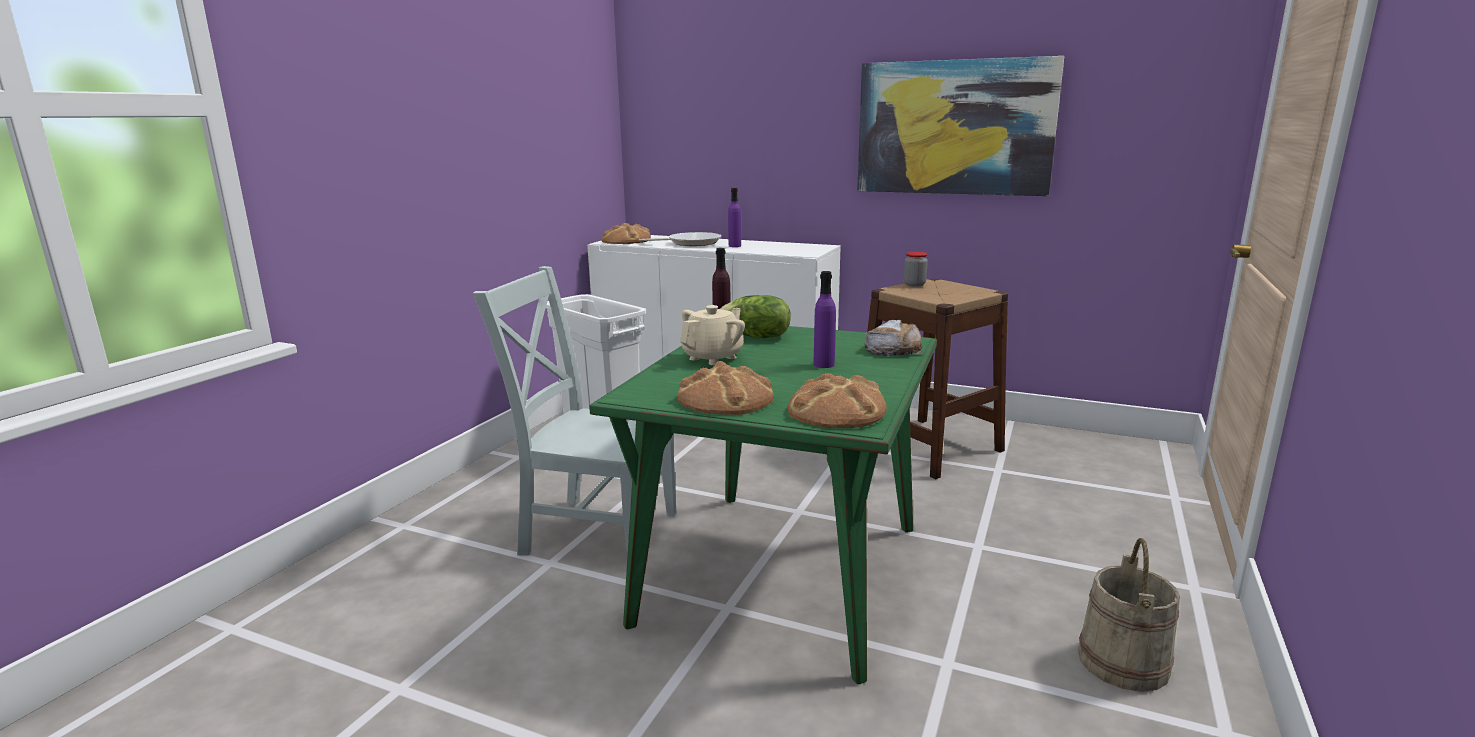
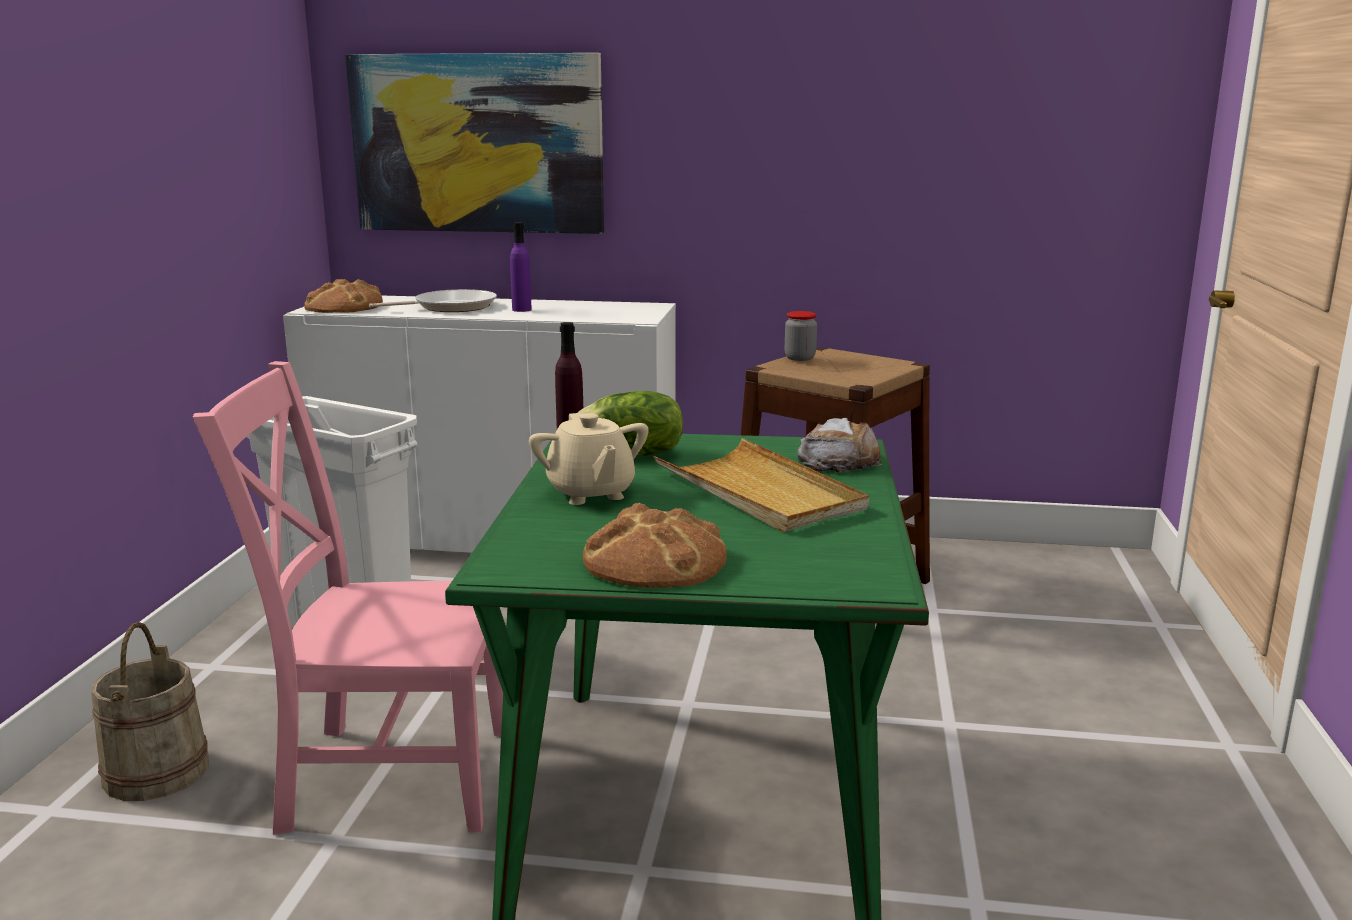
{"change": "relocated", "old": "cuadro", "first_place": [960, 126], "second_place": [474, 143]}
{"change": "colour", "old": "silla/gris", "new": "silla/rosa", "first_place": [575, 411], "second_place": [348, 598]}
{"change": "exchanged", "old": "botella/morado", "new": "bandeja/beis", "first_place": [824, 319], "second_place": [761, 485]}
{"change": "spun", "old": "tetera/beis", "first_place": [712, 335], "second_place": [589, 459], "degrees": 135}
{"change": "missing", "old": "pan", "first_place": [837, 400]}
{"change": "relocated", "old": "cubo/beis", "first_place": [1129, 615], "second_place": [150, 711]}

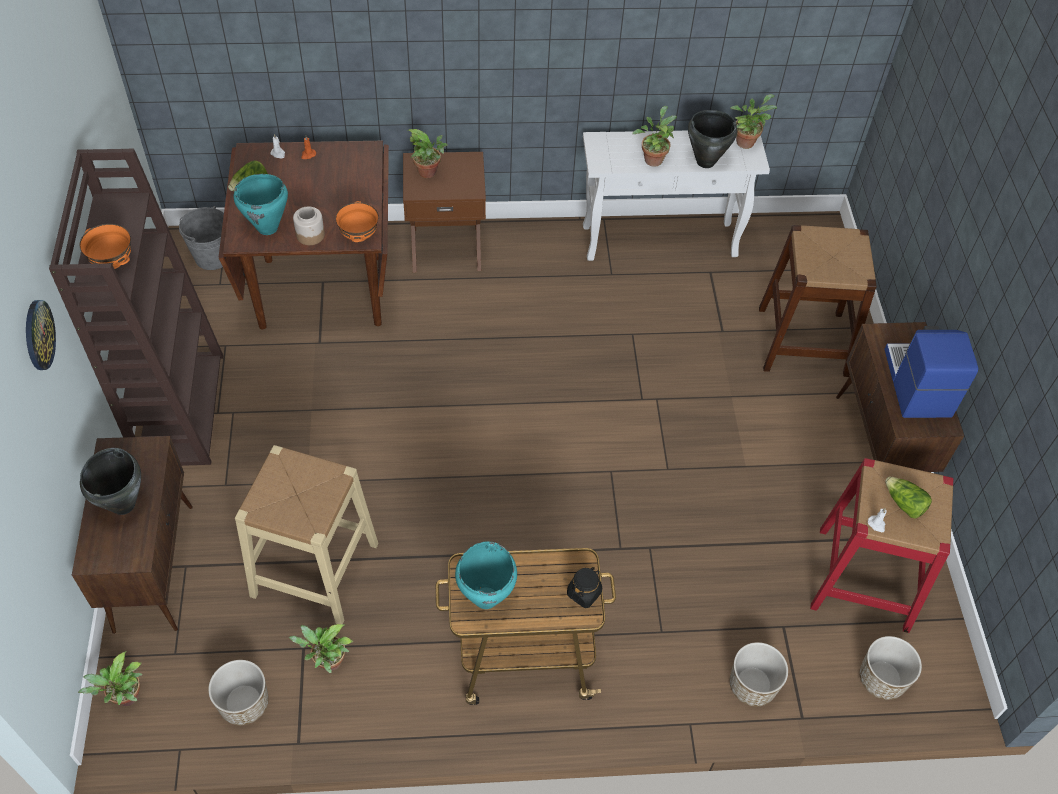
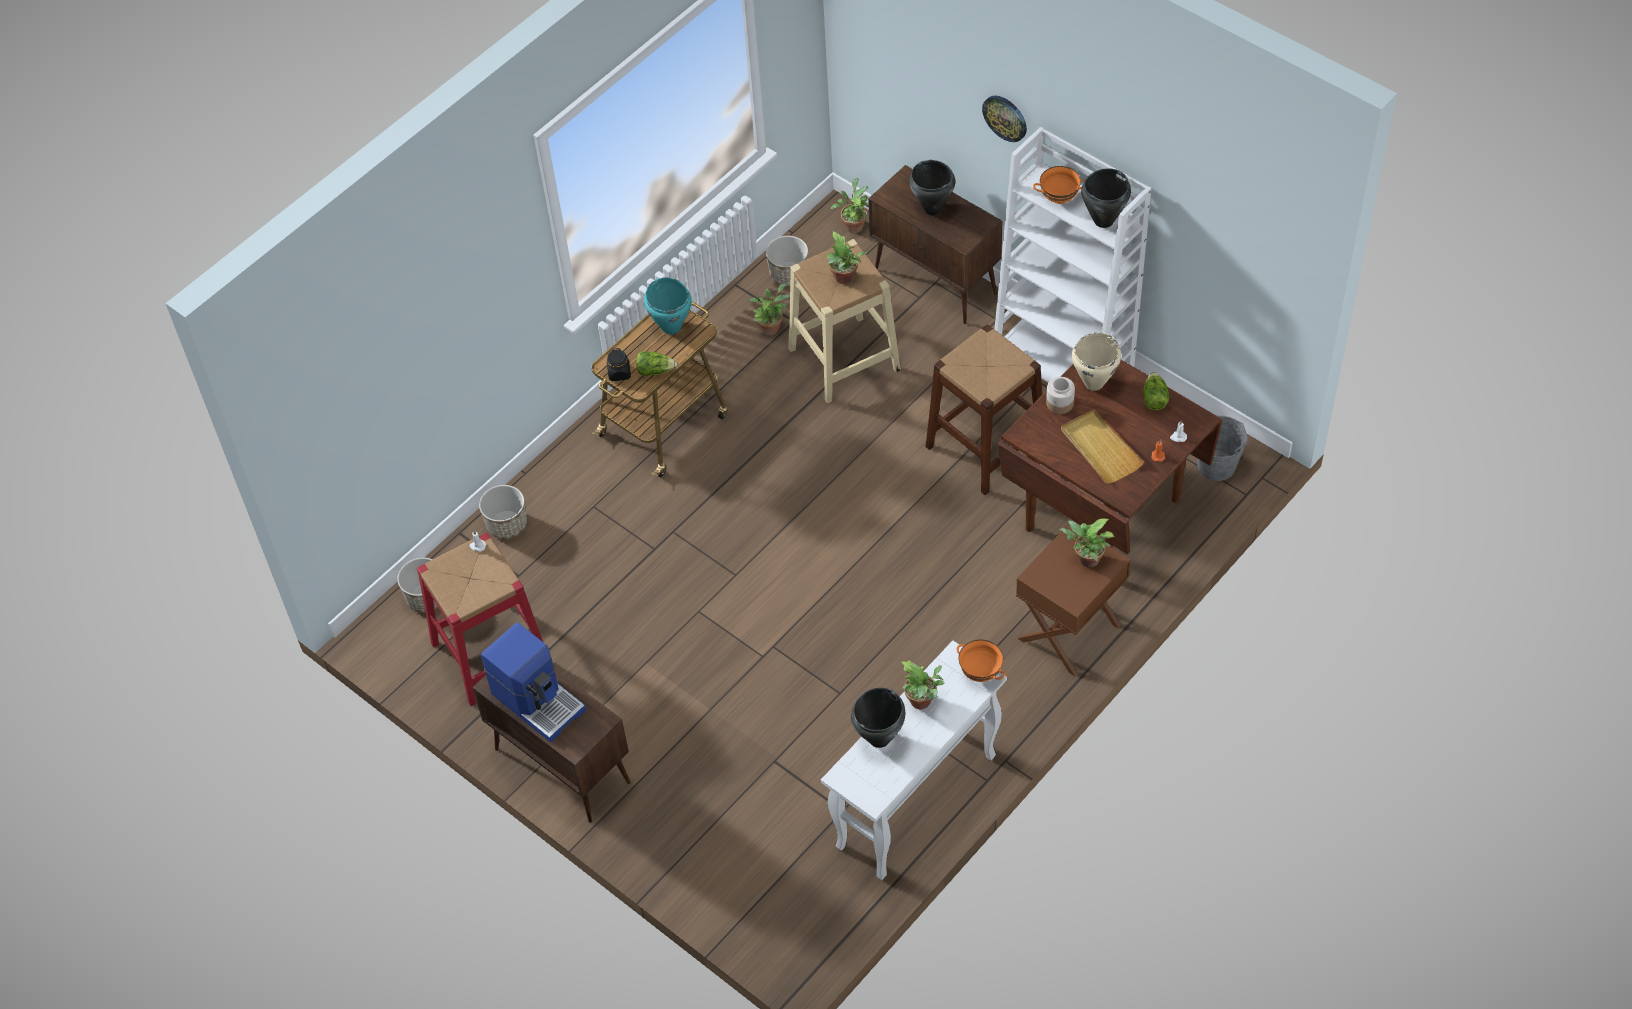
{"change": "relocated", "old": "planta en maceta", "first_place": [753, 121], "second_place": [847, 257]}
{"change": "colour", "old": "estantería/marrón", "new": "estantería/blanco", "first_place": [136, 307], "second_place": [1073, 255]}
{"change": "colour", "old": "olla/turquesa", "new": "olla/beis", "first_place": [260, 204], "second_place": [1096, 362]}
{"change": "relocated", "old": "cuenco/naranja", "first_place": [357, 221], "second_place": [980, 661]}
{"change": "relocated", "old": "taburete/marrón", "first_place": [818, 301], "second_place": [984, 409]}
{"change": "relocated", "old": "lechuga", "first_place": [908, 497], "second_place": [656, 363]}
{"change": "appeared", "new": "olla/negro", "second_place": [1106, 198]}
{"change": "appeared", "new": "bandeja/beis", "second_place": [1102, 446]}

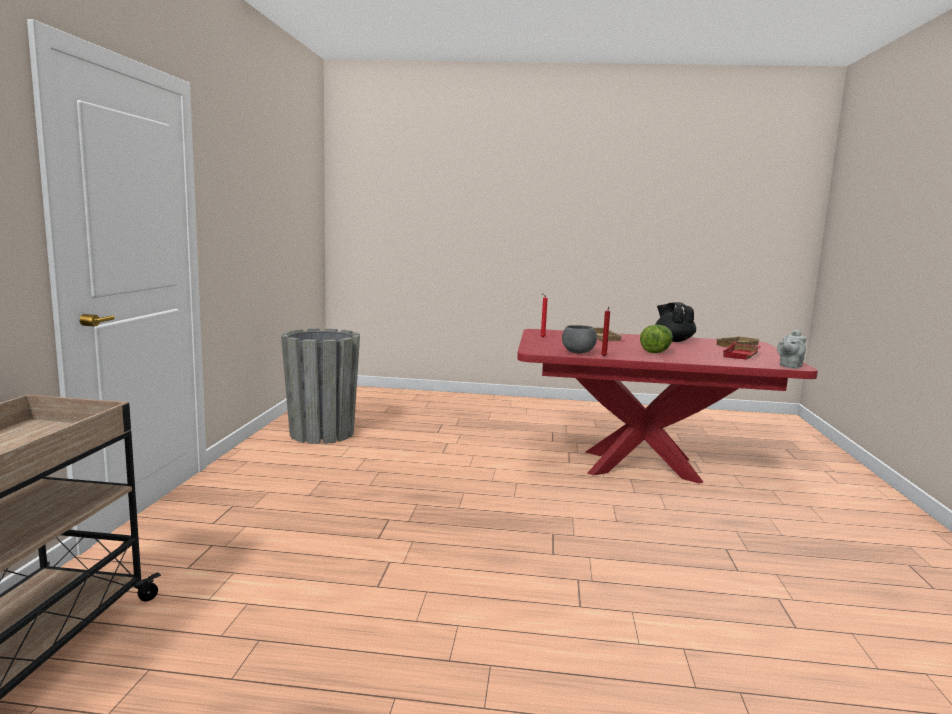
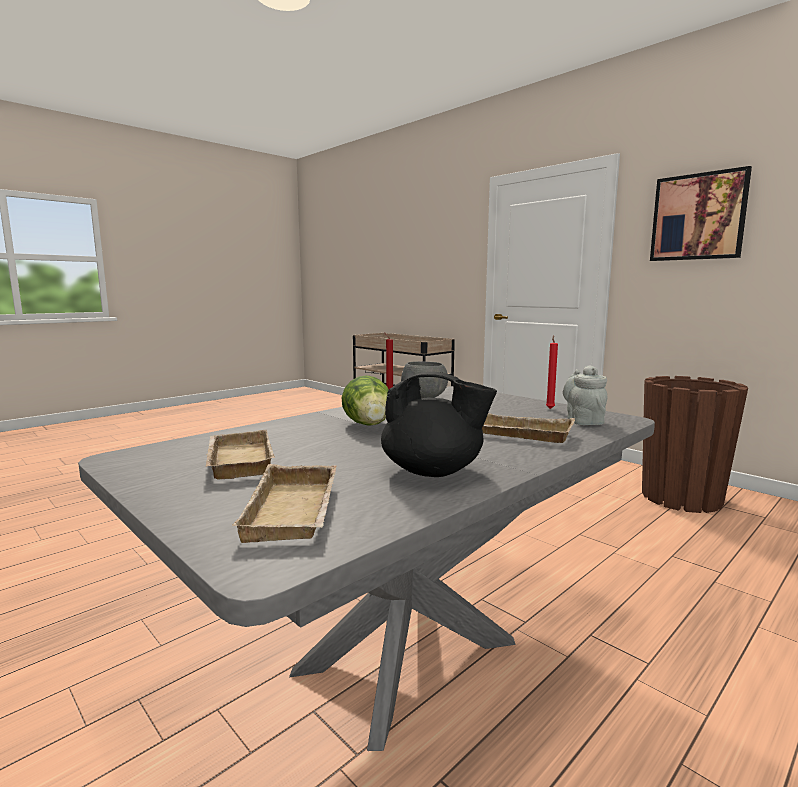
{"change": "colour", "old": "maceta/gris", "new": "maceta/marrón", "first_place": [320, 386], "second_place": [695, 444]}
{"change": "colour", "old": "mesa de comedor/rojo", "new": "mesa de comedor/gris", "first_place": [667, 406], "second_place": [366, 568]}
{"change": "relocated", "old": "tetera/gris", "first_place": [792, 349], "second_place": [585, 395]}
{"change": "colour", "old": "bandeja/rojo", "new": "bandeja/beis", "first_place": [742, 351], "second_place": [240, 454]}
{"change": "appeared", "new": "cuadro", "second_place": [701, 213]}

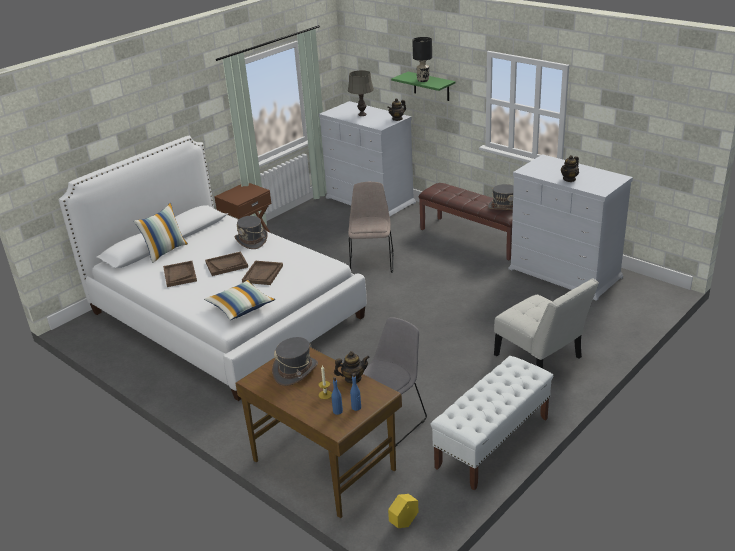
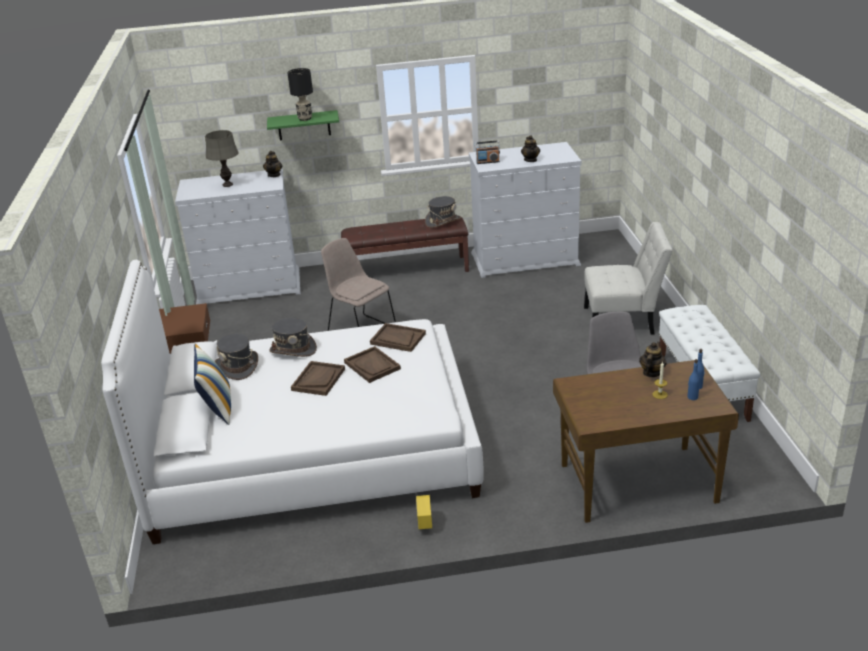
{"change": "relocated", "old": "bandeja/marrón", "first_place": [180, 274], "second_place": [398, 337]}
{"change": "missing", "old": "cojín", "first_place": [239, 300]}
{"change": "relocated", "old": "sombrero/gris", "first_place": [295, 361], "second_place": [236, 357]}
{"change": "relocated", "old": "maceta/amarillo", "first_place": [403, 511], "second_place": [424, 512]}
{"change": "appeared", "new": "radio", "second_place": [487, 152]}

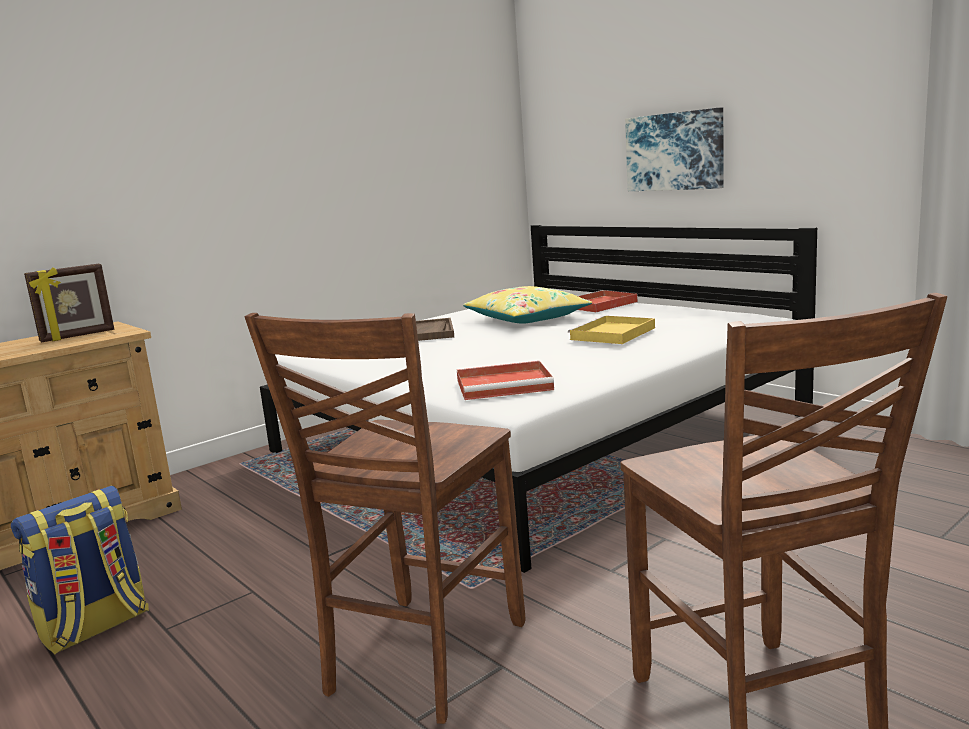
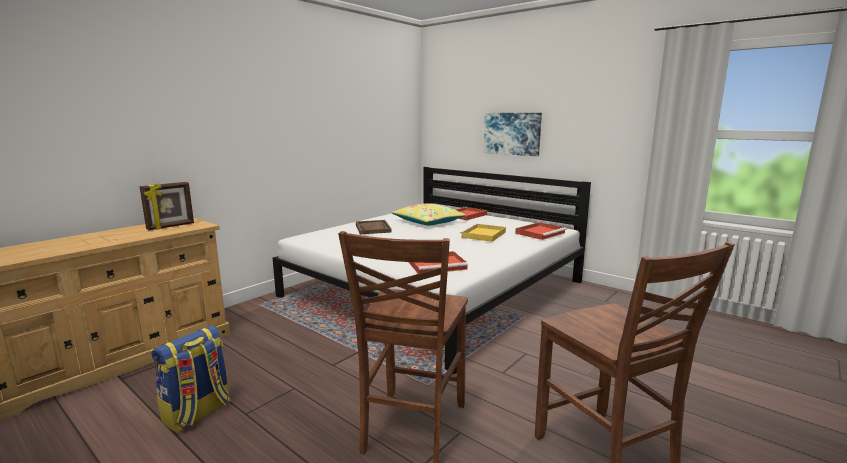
{"change": "appeared", "new": "bandeja/rojo", "second_place": [540, 231]}

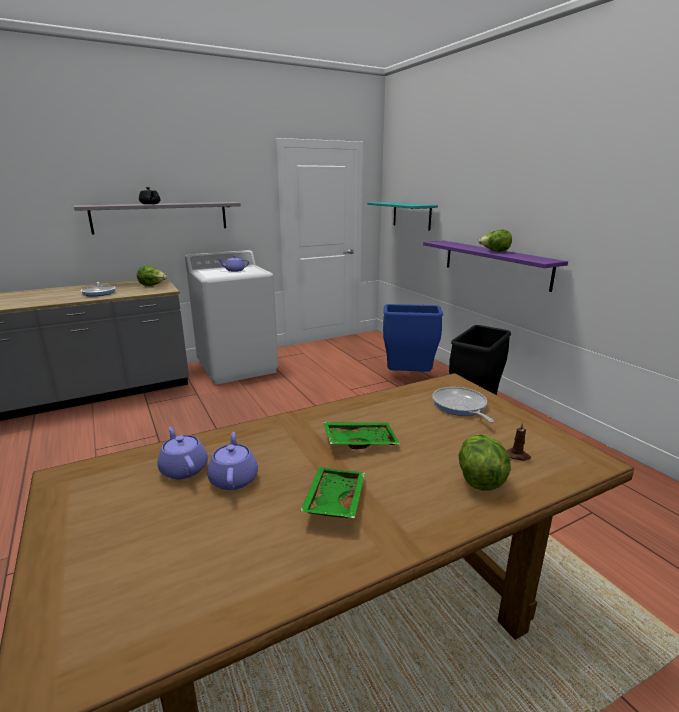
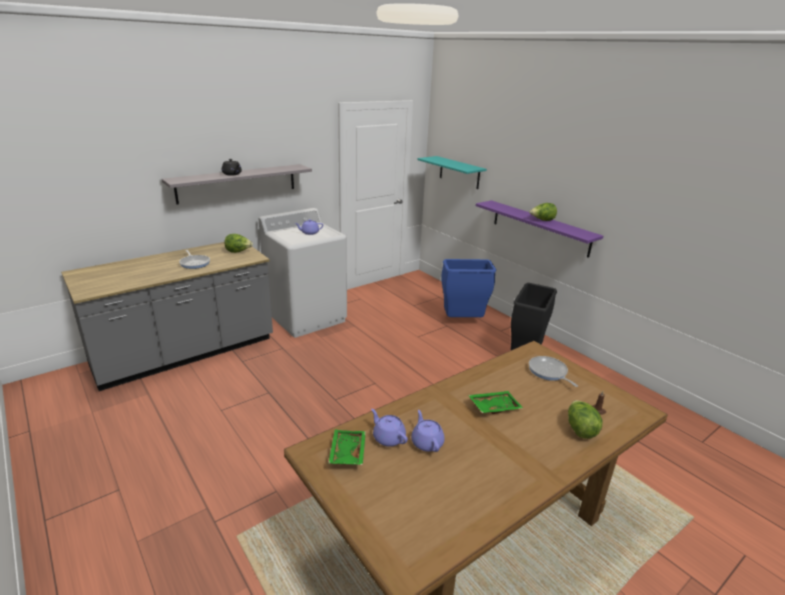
{"change": "relocated", "old": "bandeja/verde", "first_place": [332, 492], "second_place": [347, 447]}

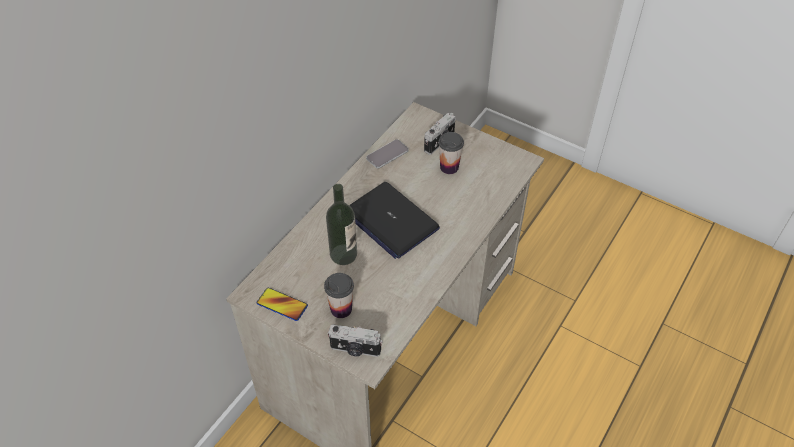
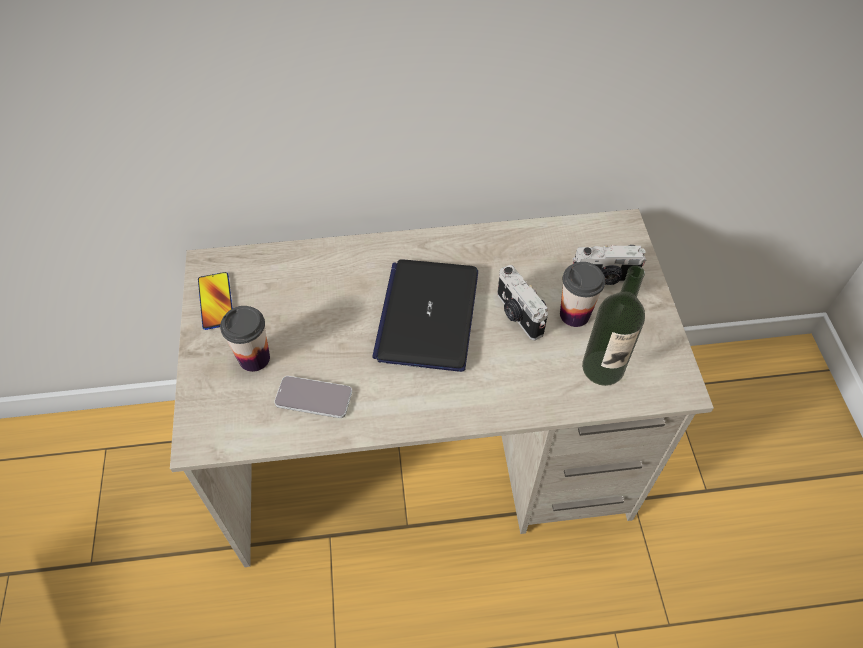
{"change": "relocated", "old": "móvil", "first_place": [387, 153], "second_place": [313, 397]}
{"change": "relocated", "old": "botella", "first_place": [341, 224], "second_place": [613, 325]}
{"change": "relocated", "old": "cámara", "first_place": [355, 340], "second_place": [522, 302]}

